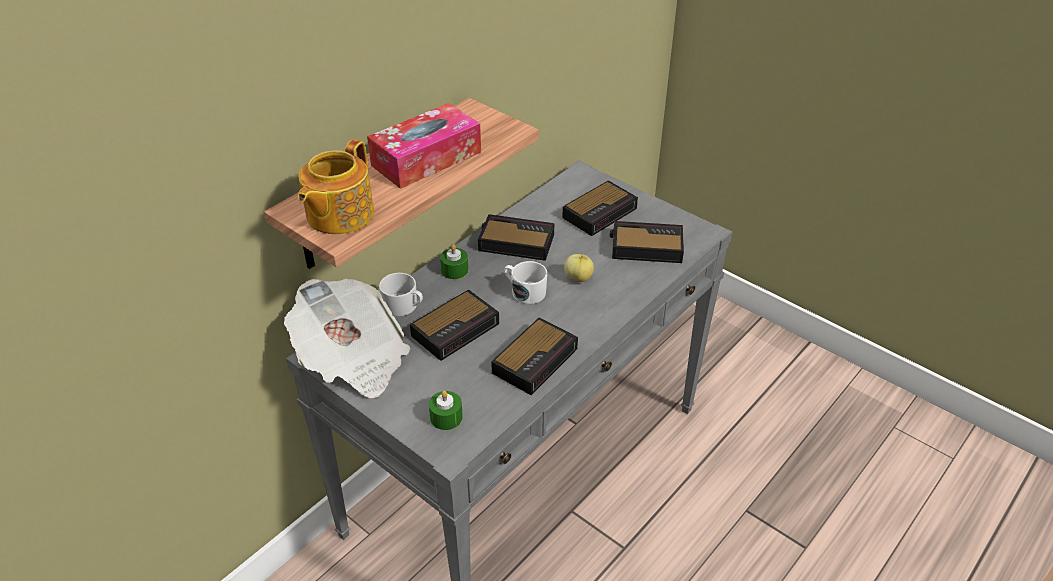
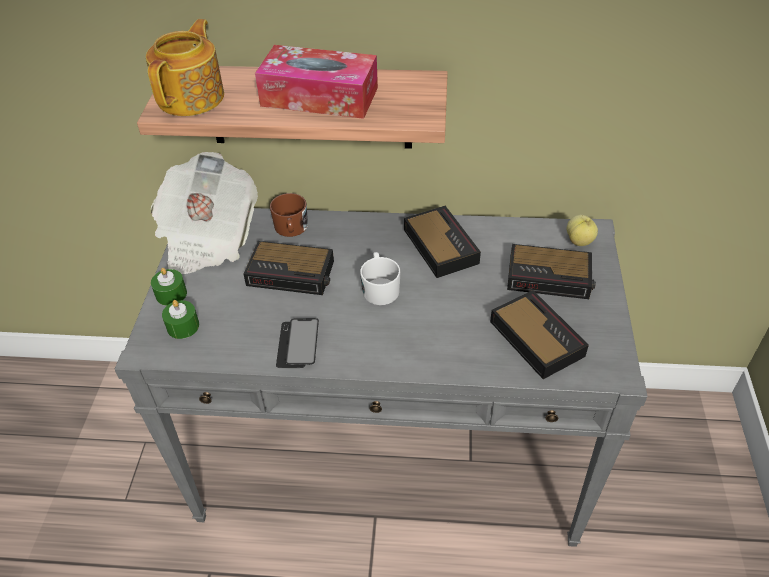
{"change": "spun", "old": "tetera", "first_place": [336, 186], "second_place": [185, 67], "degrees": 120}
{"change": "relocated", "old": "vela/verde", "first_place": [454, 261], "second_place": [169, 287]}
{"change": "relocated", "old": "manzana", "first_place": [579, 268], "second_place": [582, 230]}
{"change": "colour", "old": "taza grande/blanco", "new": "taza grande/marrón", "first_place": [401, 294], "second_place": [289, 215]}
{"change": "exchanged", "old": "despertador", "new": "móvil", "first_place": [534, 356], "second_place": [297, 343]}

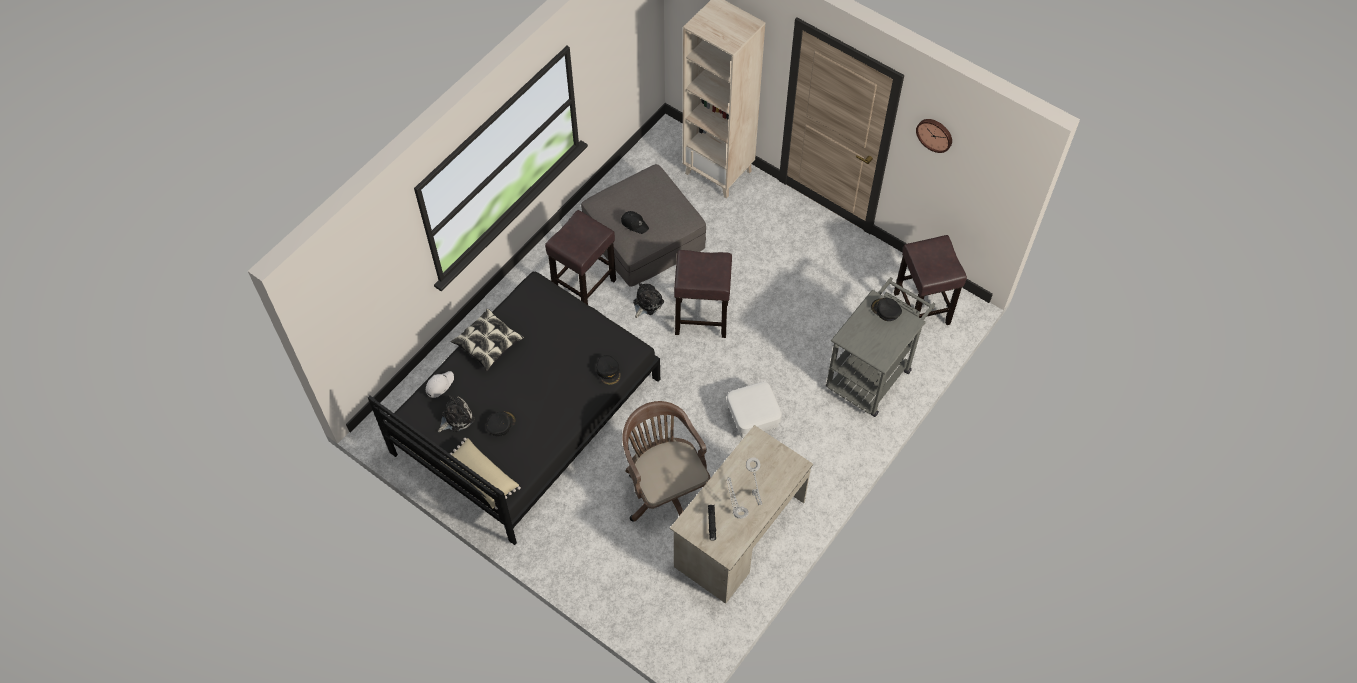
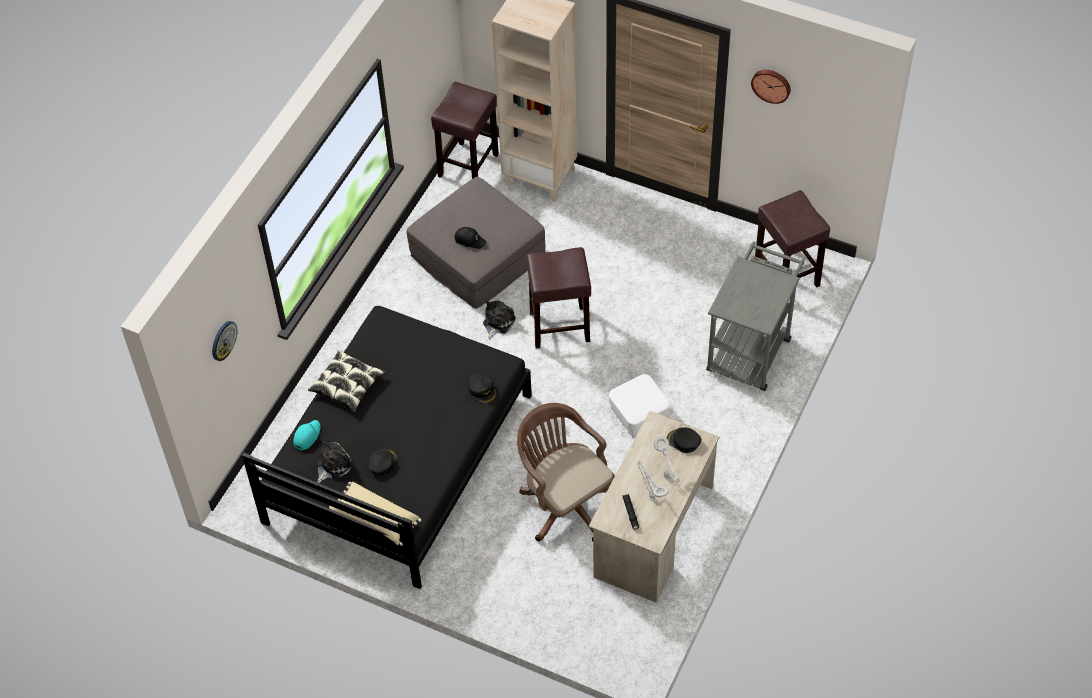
{"change": "relocated", "old": "taburete/marrón", "first_place": [580, 257], "second_place": [465, 130]}
{"change": "relocated", "old": "gorra/negro", "first_place": [886, 309], "second_place": [684, 440]}
{"change": "colour", "old": "gorra/blanco", "new": "gorra/turquesa", "first_place": [440, 384], "second_place": [307, 435]}
{"change": "appeared", "new": "reloj de pared", "second_place": [224, 341]}

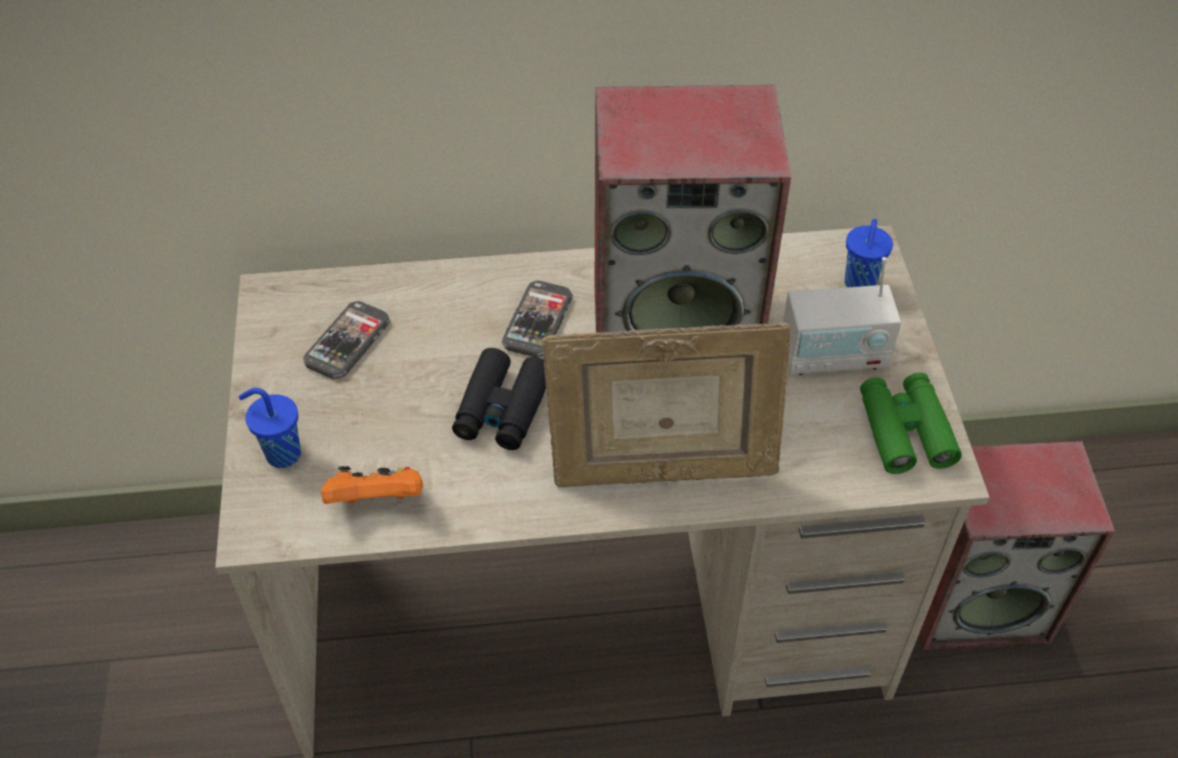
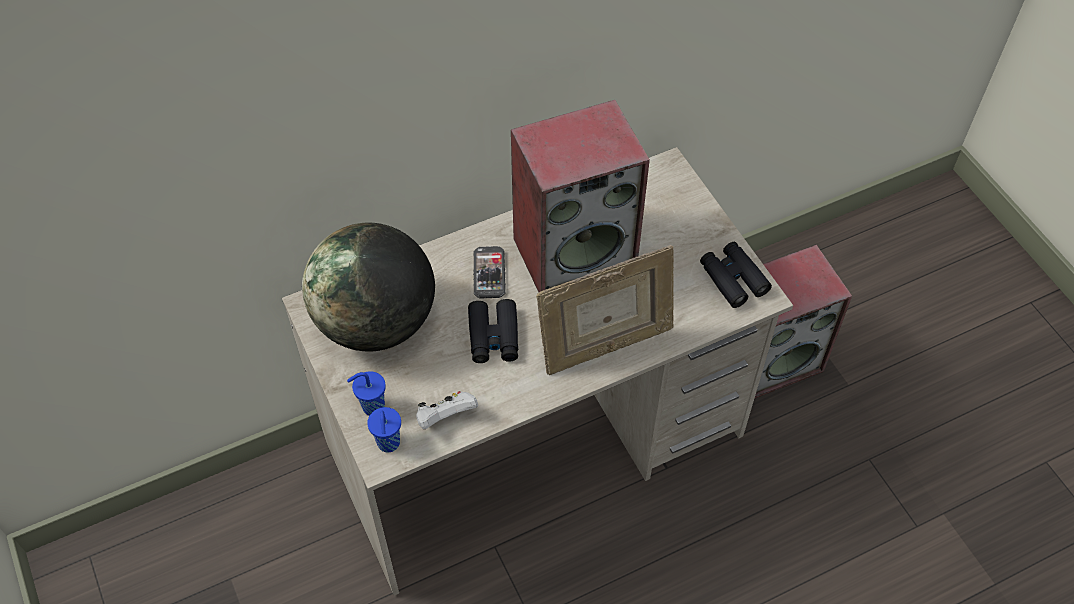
{"change": "relocated", "old": "taza/azul", "first_place": [869, 253], "second_place": [384, 429]}
{"change": "missing", "old": "radio", "first_place": [842, 316]}
{"change": "exchanged", "old": "móvil", "new": "globo terráqueo", "first_place": [346, 340], "second_place": [368, 287]}
{"change": "colour", "old": "prismáticos/verde", "new": "prismáticos/negro", "first_place": [911, 423], "second_place": [736, 275]}
{"change": "colour", "old": "mando de consola/naranja", "new": "mando de consola/blanco", "first_place": [372, 485], "second_place": [447, 410]}

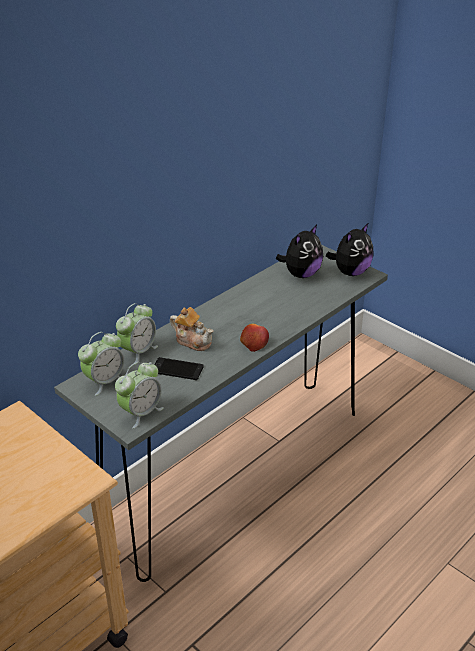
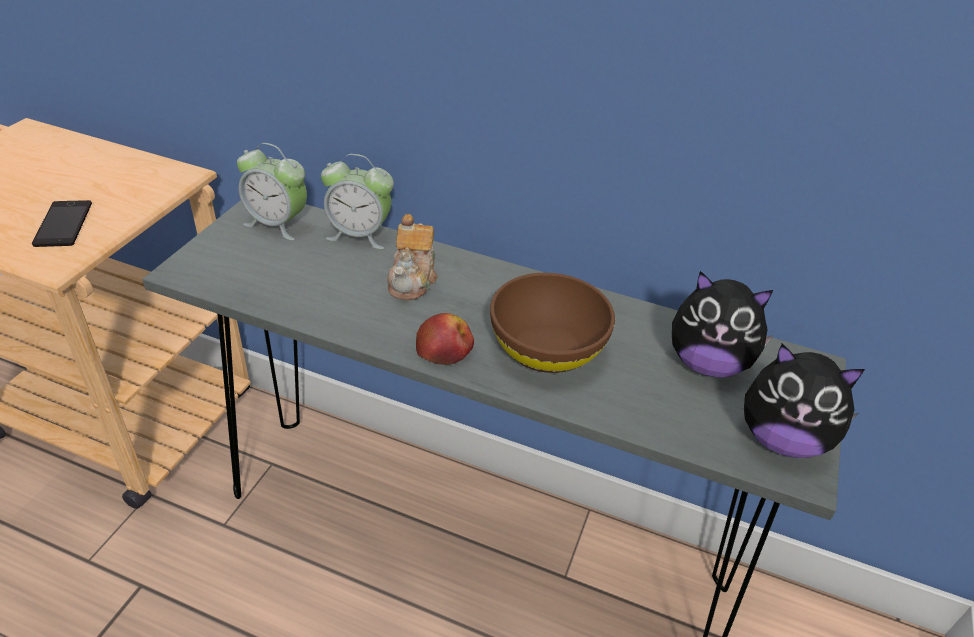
{"change": "relocated", "old": "móvil", "first_place": [179, 368], "second_place": [62, 223]}
{"change": "missing", "old": "despertador", "first_place": [139, 395]}
{"change": "appeared", "new": "cuenco/marrón", "second_place": [552, 323]}

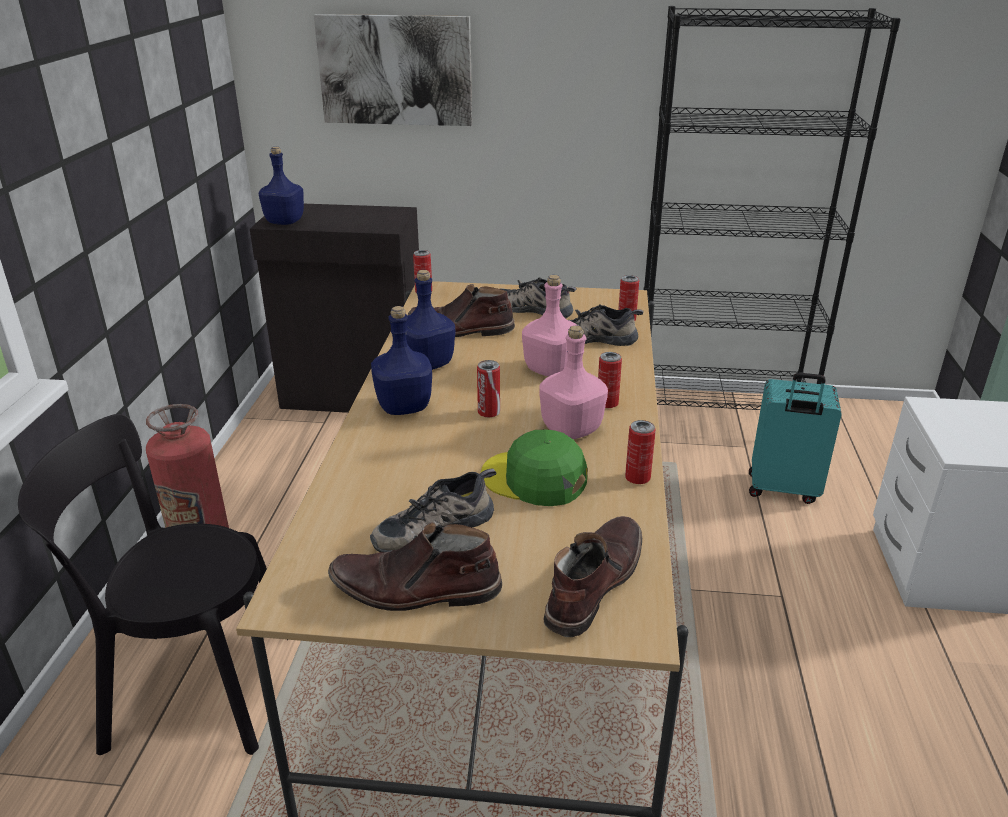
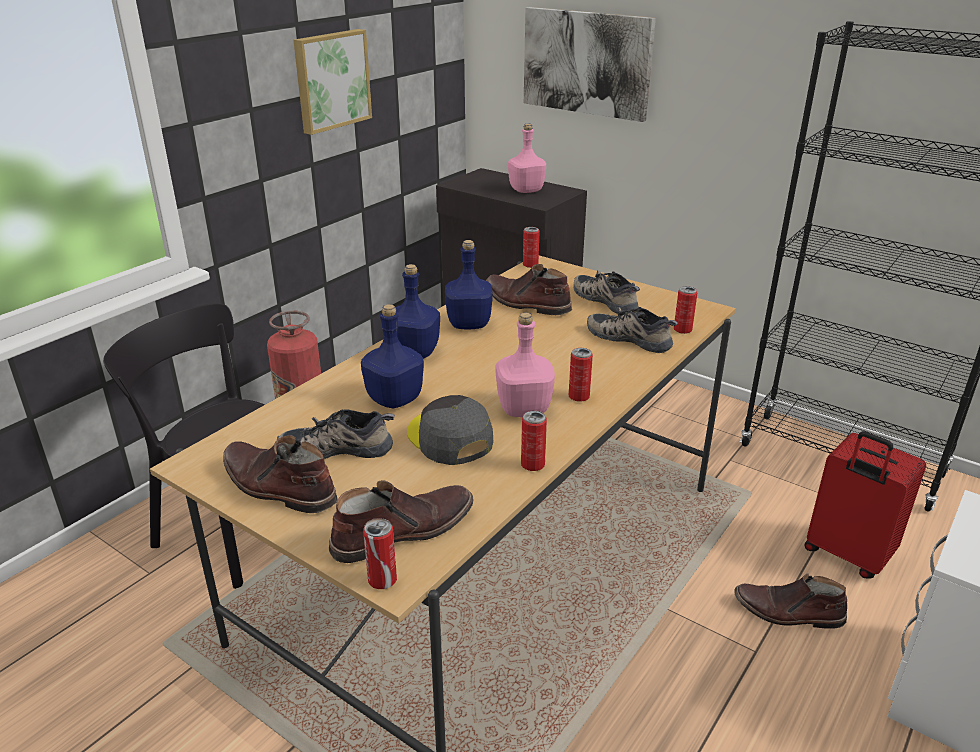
{"change": "relocated", "old": "botella/azul", "first_place": [281, 186], "second_place": [392, 356]}
{"change": "relocated", "old": "botella/rosa", "first_place": [550, 326], "second_place": [527, 158]}
{"change": "relocated", "old": "lata", "first_place": [488, 389], "second_place": [380, 553]}
{"change": "colour", "old": "maleta/turquesa", "new": "maleta/rojo", "first_place": [795, 438], "second_place": [865, 505]}
{"change": "colour", "old": "gorra/verde", "new": "gorra/gris", "first_place": [534, 468], "second_place": [450, 430]}
{"change": "appeared", "new": "cuadro", "second_place": [332, 82]}
{"change": "appeared", "new": "bota/marrón", "second_place": [790, 601]}

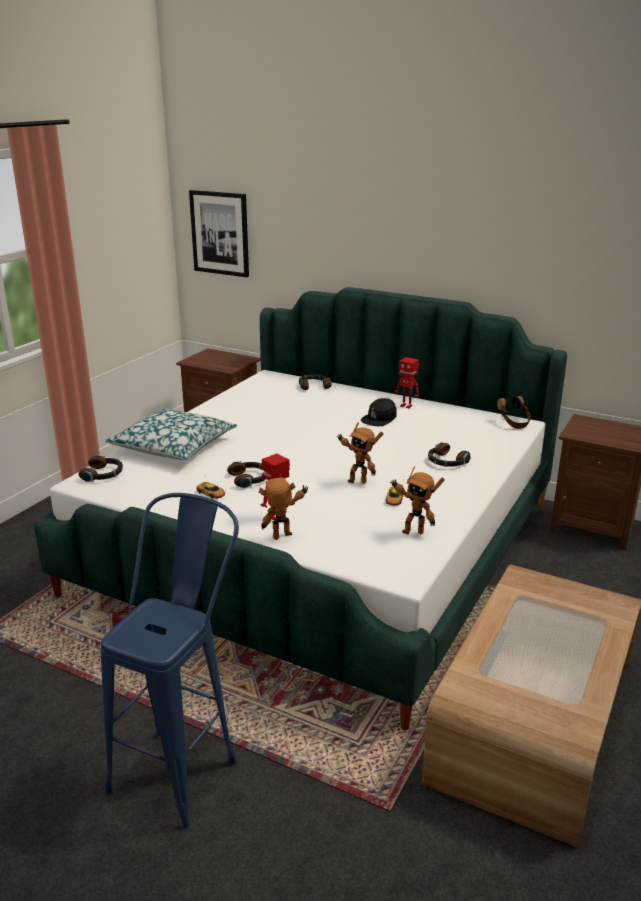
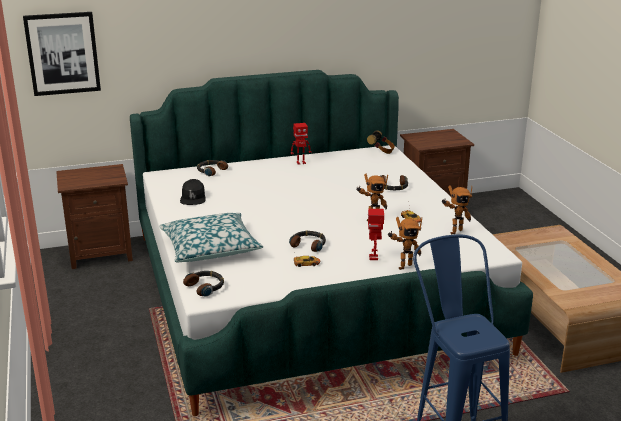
{"change": "relocated", "old": "gorra/negro", "first_place": [379, 412], "second_place": [193, 192]}
{"change": "spun", "old": "robot de juguete", "first_place": [283, 508], "second_place": [405, 243], "degrees": -135}

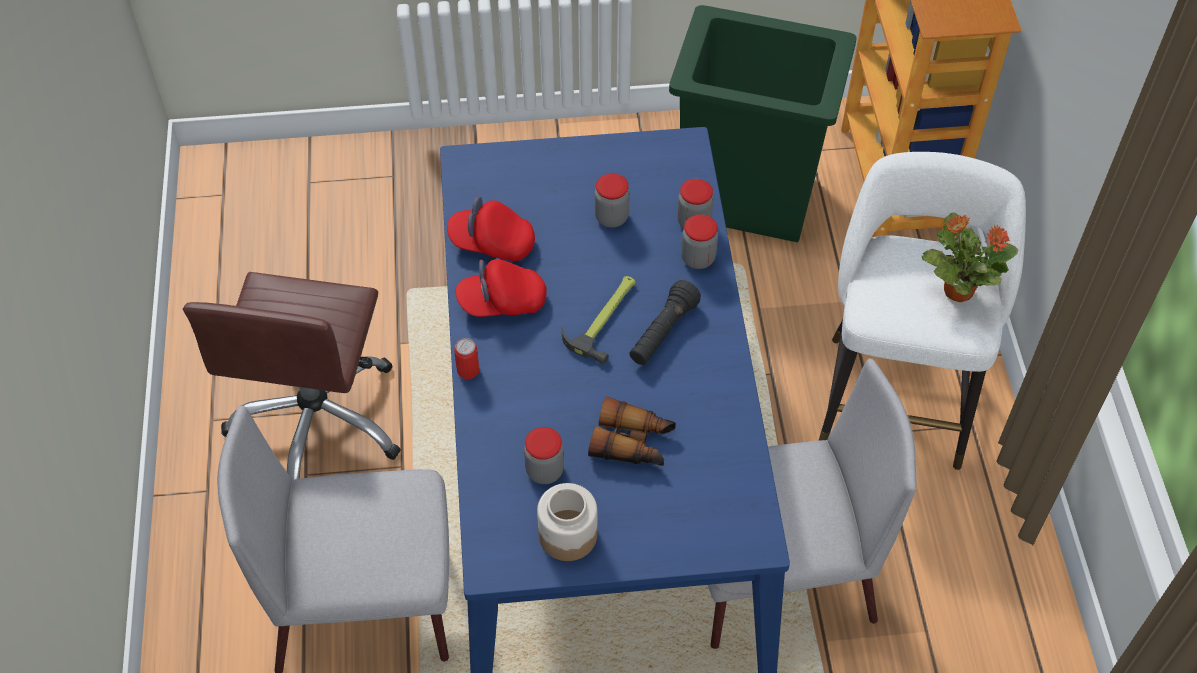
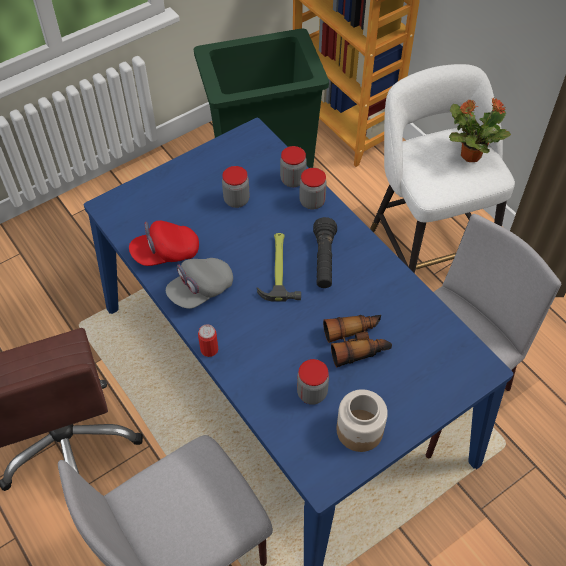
{"change": "colour", "old": "gorra/rojo", "new": "gorra/gris", "first_place": [501, 288], "second_place": [199, 283]}

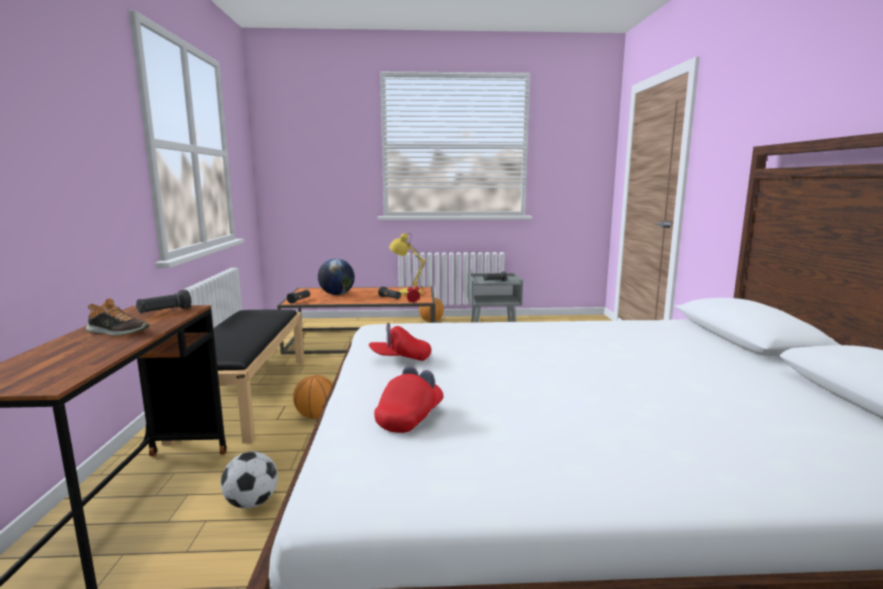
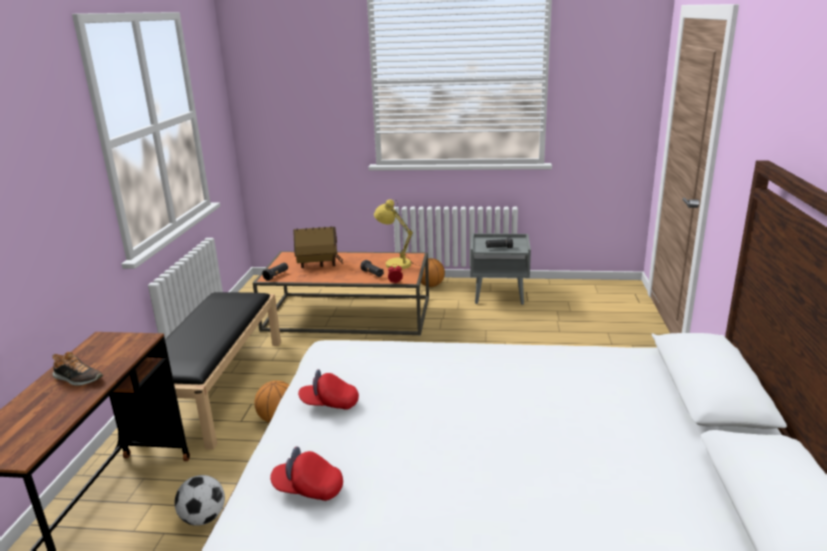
{"change": "exchanged", "old": "globo terráqueo", "new": "casita", "first_place": [336, 277], "second_place": [318, 247]}
{"change": "missing", "old": "linterna/negro", "first_place": [163, 301]}
{"change": "spun", "old": "gorra/rojo", "first_place": [408, 399], "second_place": [306, 474], "degrees": -120}

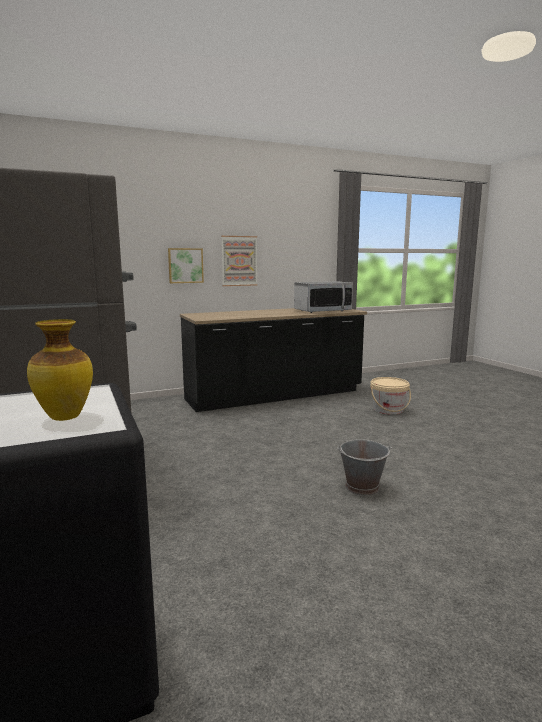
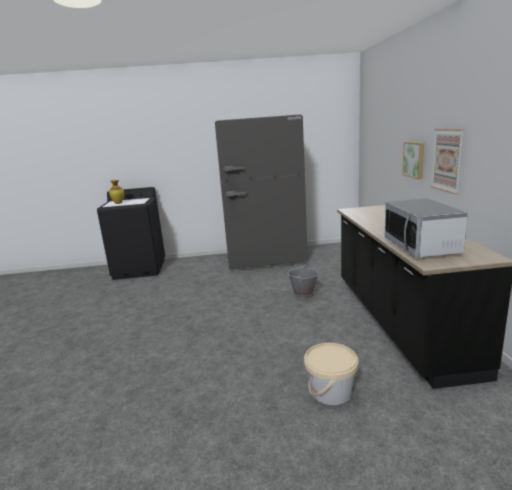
{"change": "relocated", "old": "cubo/gris", "first_place": [364, 467], "second_place": [303, 282]}

